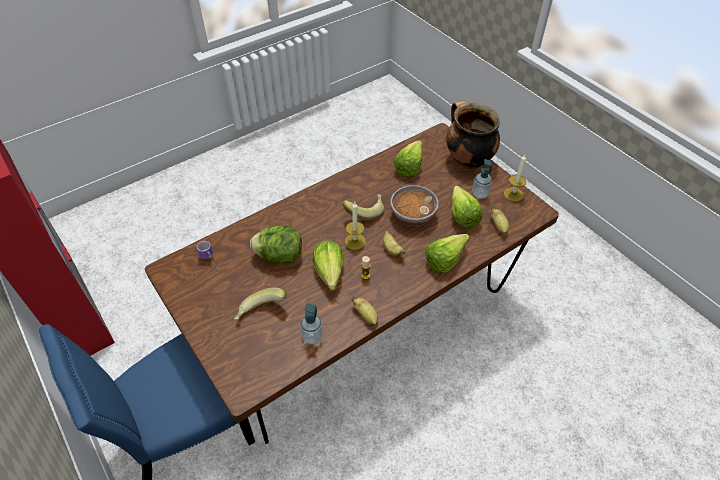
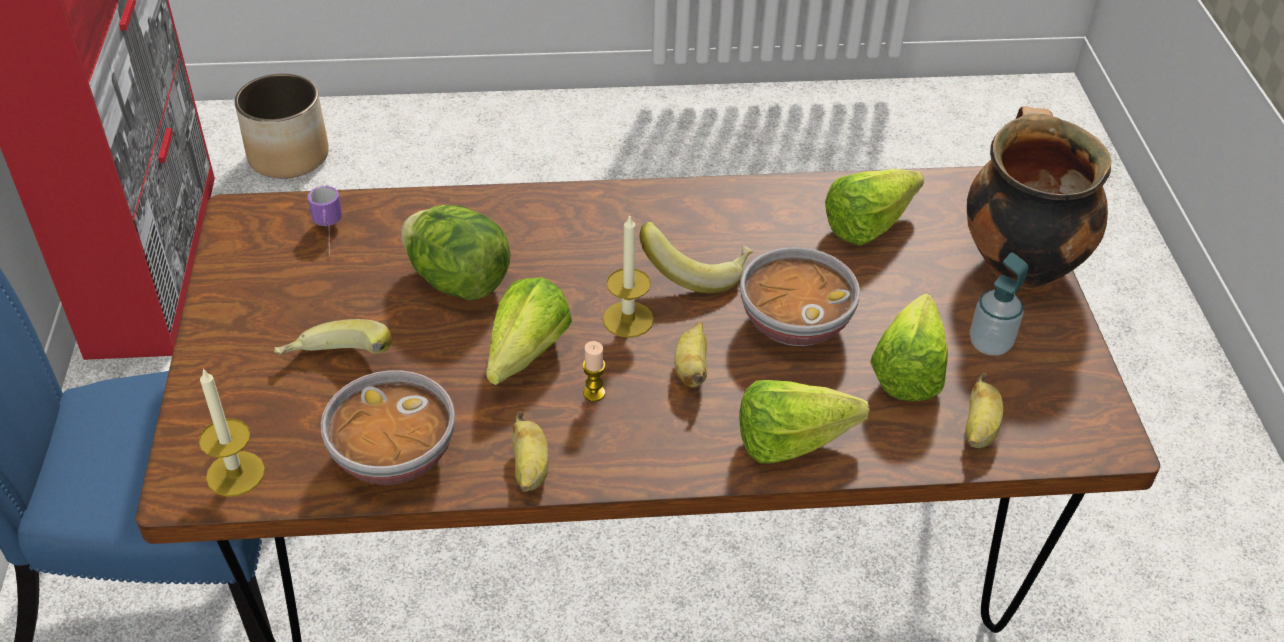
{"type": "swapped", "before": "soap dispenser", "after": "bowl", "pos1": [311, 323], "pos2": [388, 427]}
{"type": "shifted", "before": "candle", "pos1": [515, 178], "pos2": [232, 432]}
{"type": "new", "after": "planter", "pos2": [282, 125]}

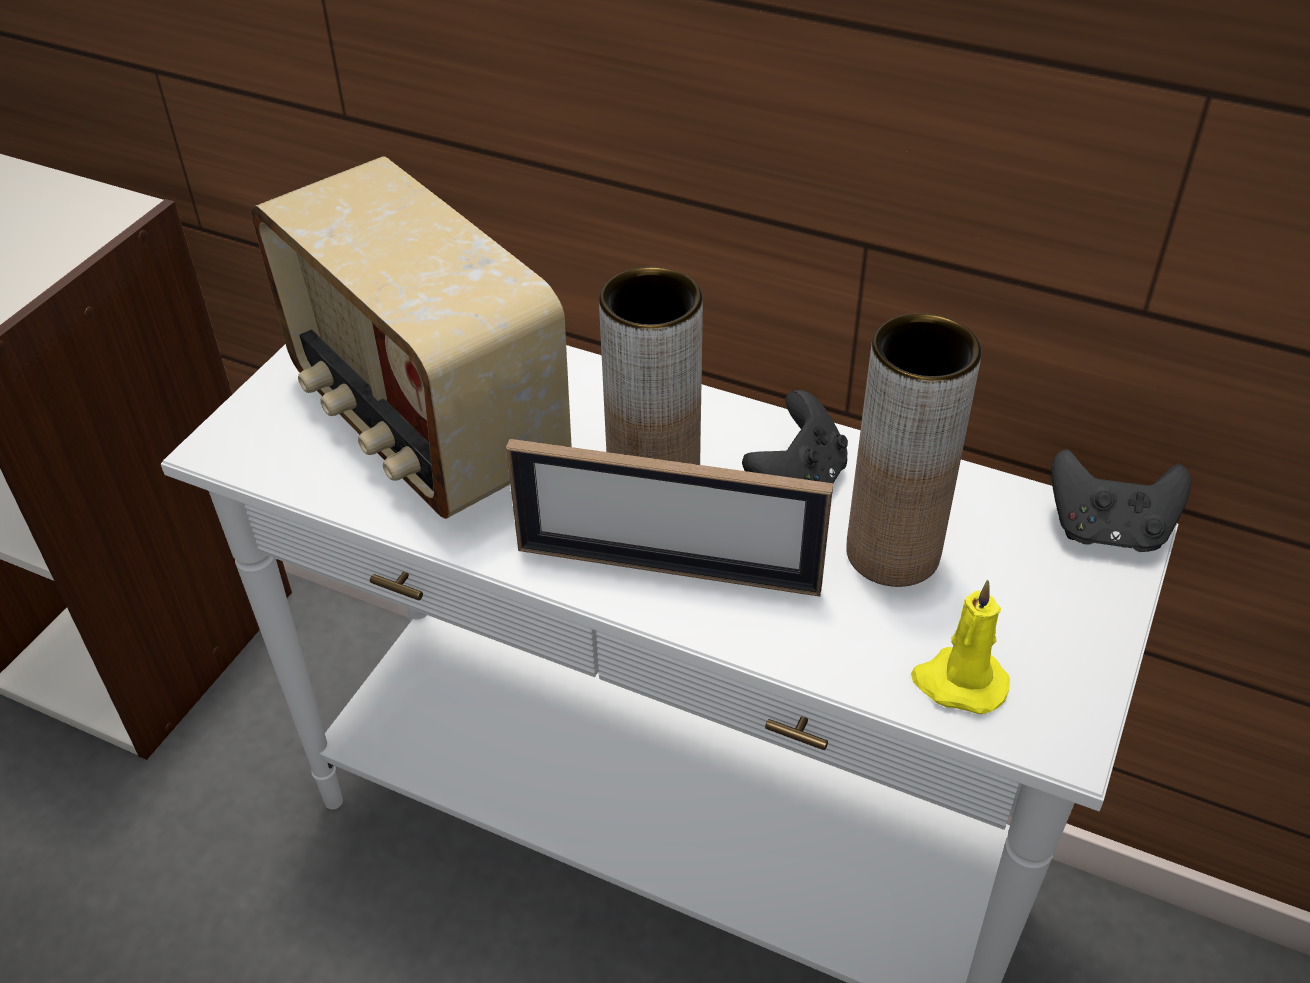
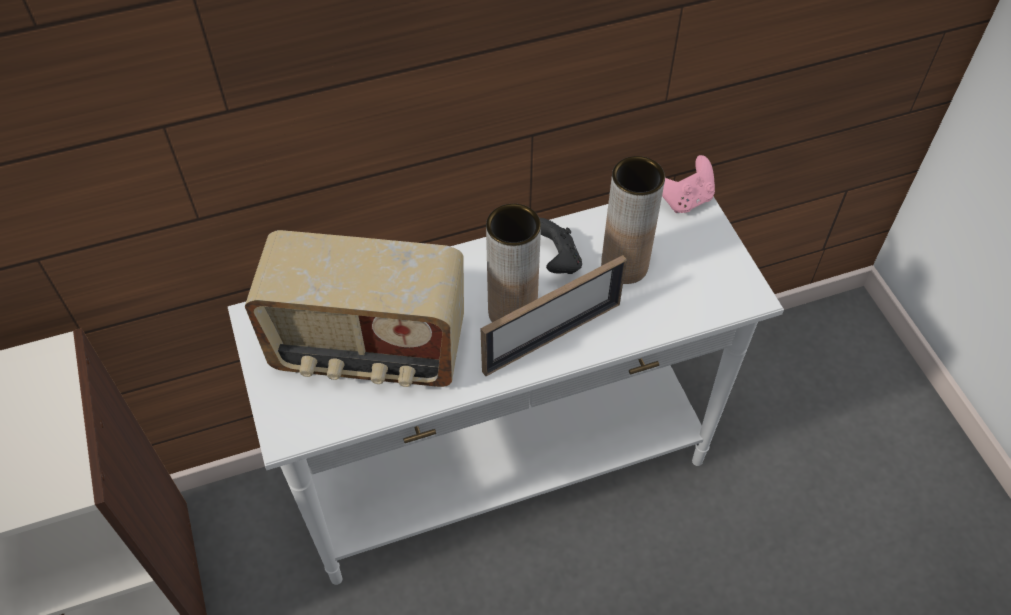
{"type": "gone", "before": "candle (yellow)", "pos1": [960, 647]}
{"type": "repainted", "before": "game controller (black)", "after": "game controller (pink)", "pos1": [1121, 500], "pos2": [688, 184]}

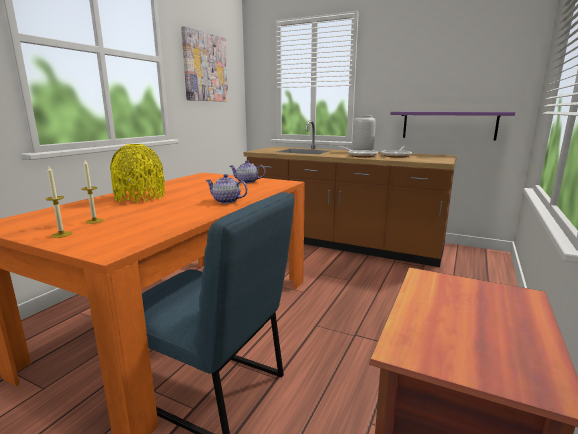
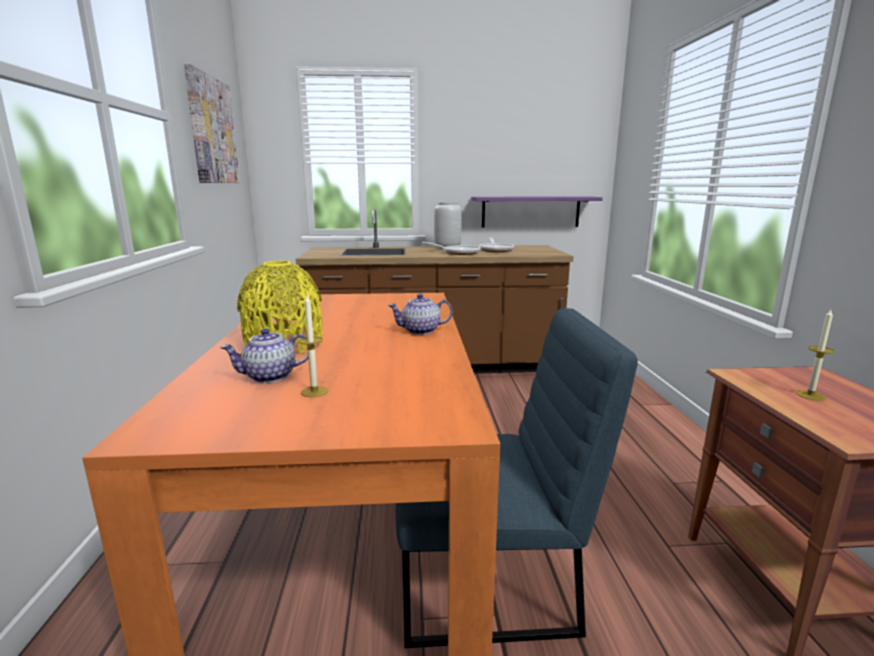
{"type": "shifted", "before": "candle", "pos1": [58, 202], "pos2": [815, 355]}
{"type": "shifted", "before": "teapot", "pos1": [248, 171], "pos2": [264, 355]}

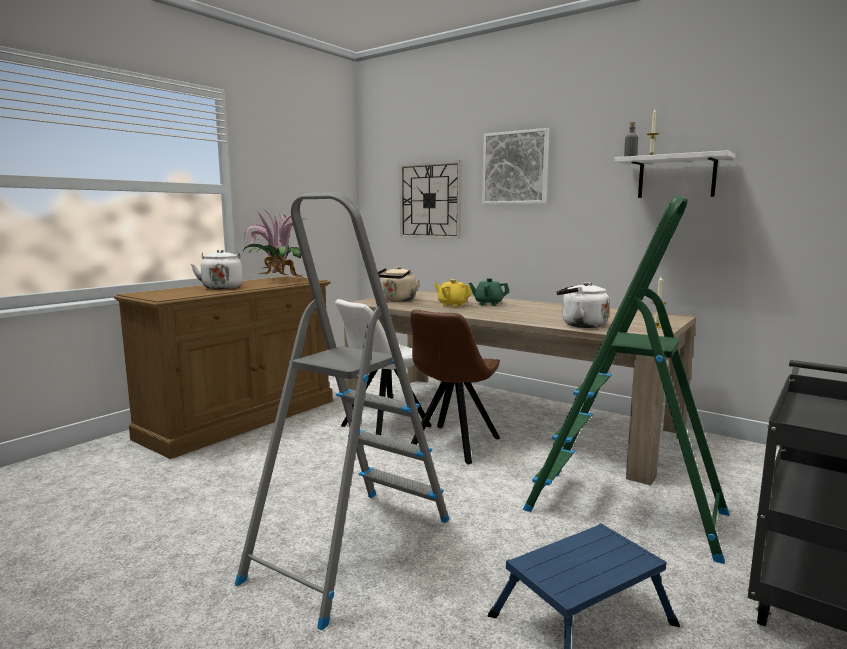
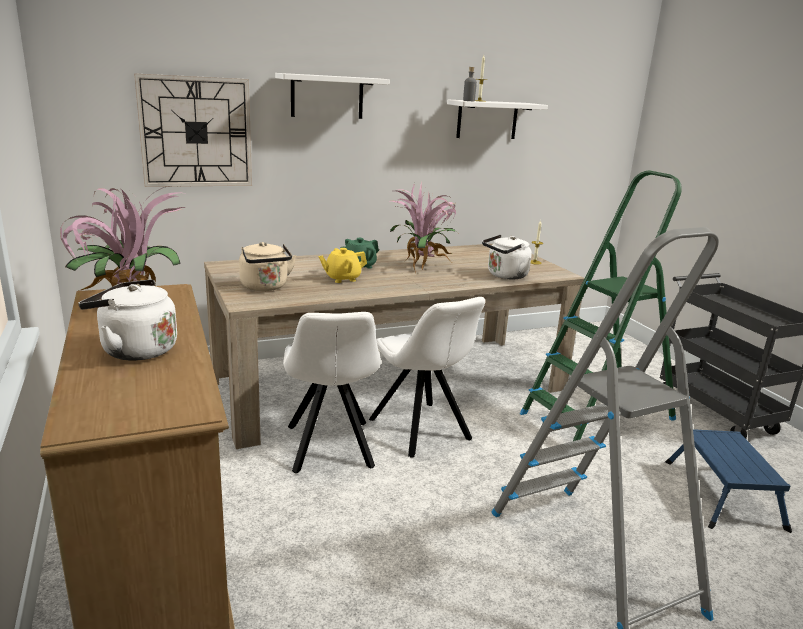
{"type": "repainted", "before": "chair (brown)", "after": "chair (white)", "pos1": [455, 387], "pos2": [427, 377]}
{"type": "swapped", "before": "picture", "after": "shelf (white)", "pos1": [515, 166], "pos2": [332, 96]}
{"type": "new", "after": "potted plant", "pos2": [423, 227]}

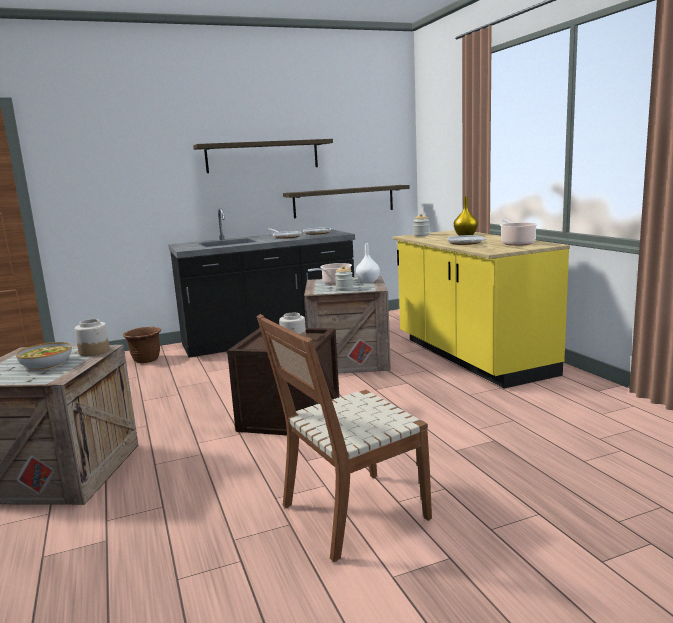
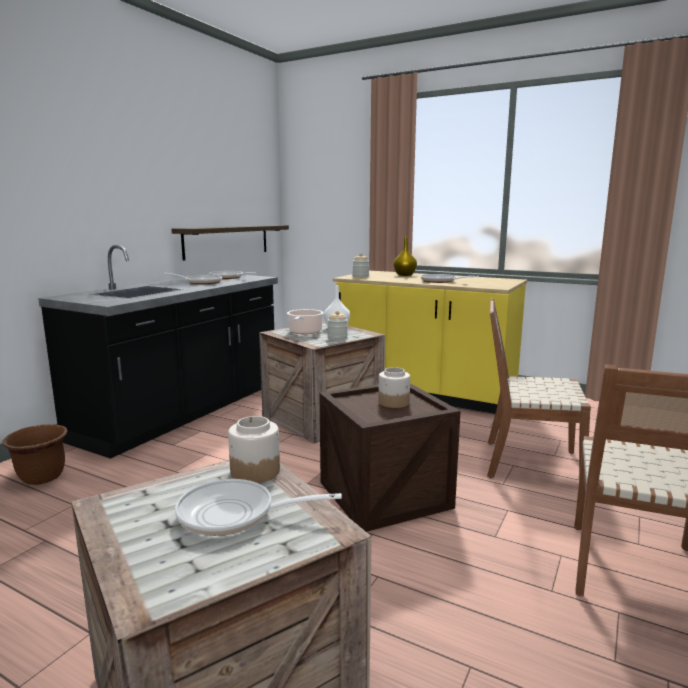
{"type": "swapped", "before": "bowl", "after": "frying pan", "pos1": [44, 356], "pos2": [258, 507]}
{"type": "gone", "before": "shelf", "pos1": [263, 156]}
{"type": "gone", "before": "cooking pot", "pos1": [519, 232]}
{"type": "new", "after": "chair", "pos2": [539, 388]}

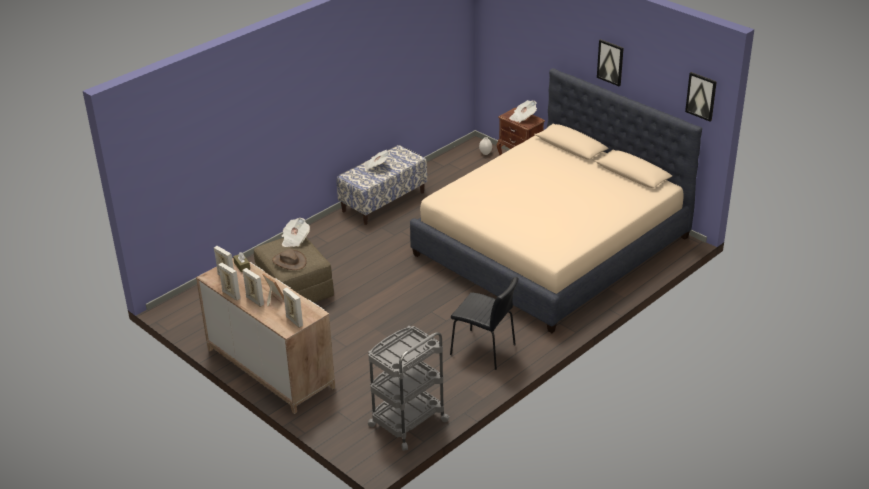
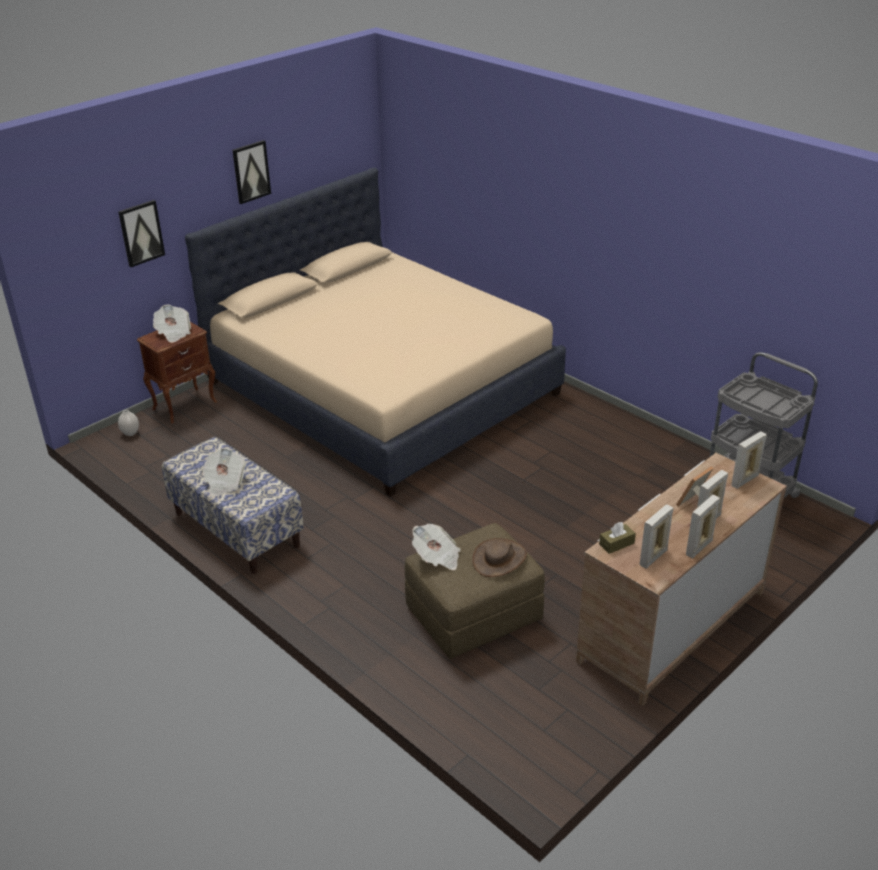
{"type": "gone", "before": "chair (black)", "pos1": [484, 323]}
{"type": "shifted", "before": "picture", "pos1": [701, 97], "pos2": [142, 233]}

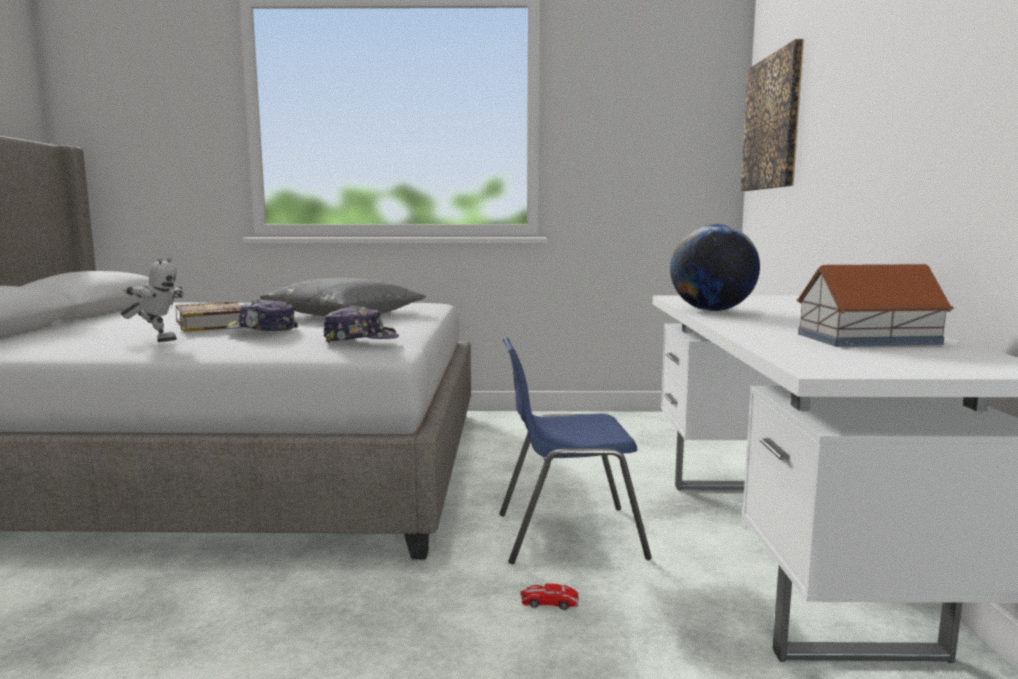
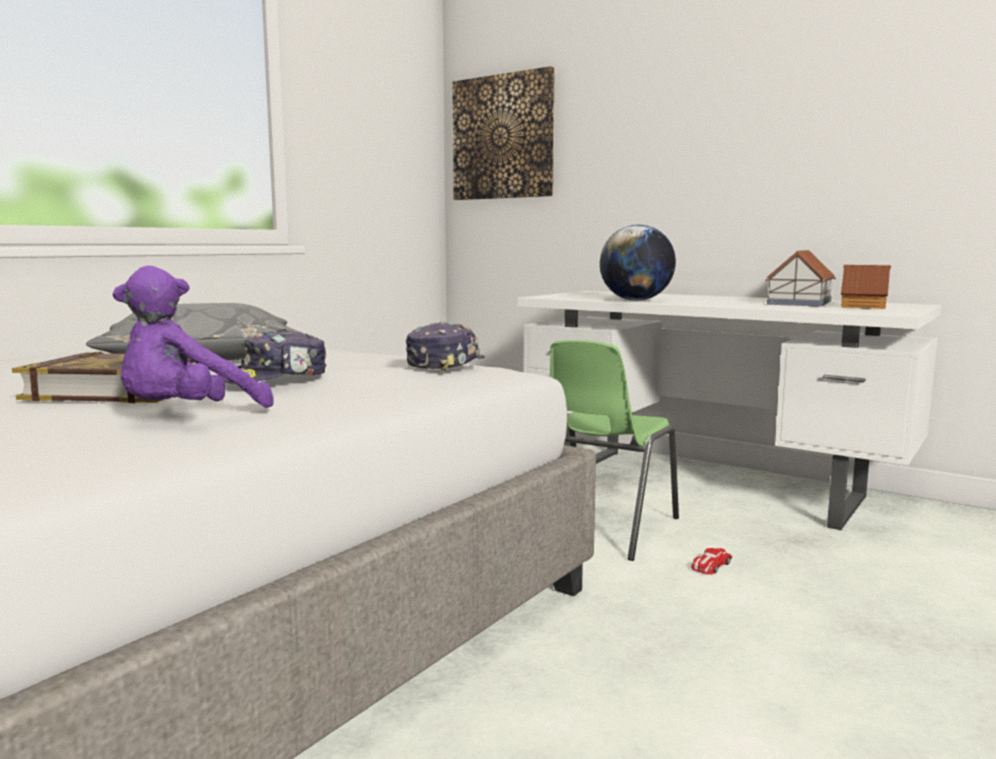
{"type": "swapped", "before": "toy robot", "after": "plush toy (purple)", "pos1": [152, 299], "pos2": [193, 337]}
{"type": "repainted", "before": "chair (blue)", "after": "chair (green)", "pos1": [575, 450], "pos2": [614, 450]}
{"type": "new", "after": "toy house", "pos2": [866, 287]}

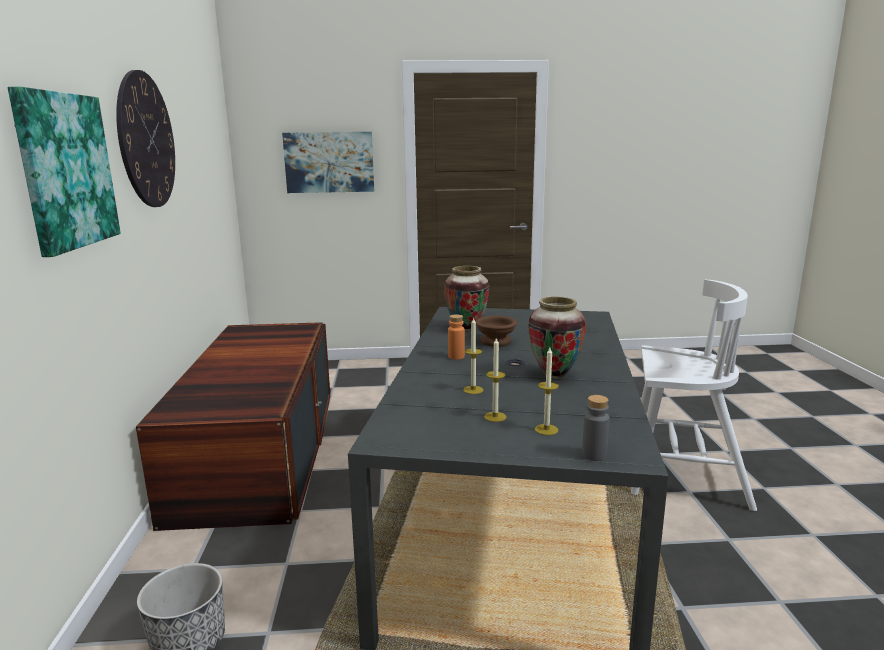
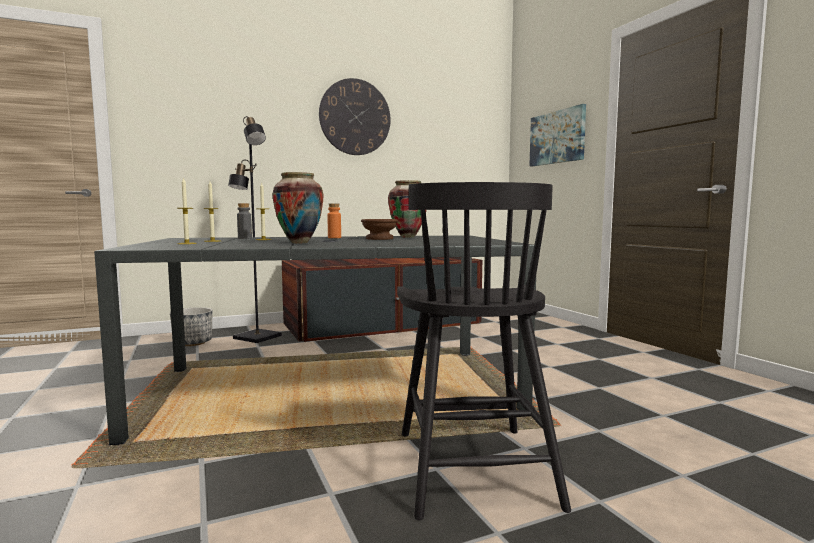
{"type": "gone", "before": "picture", "pos1": [64, 172]}
{"type": "shifted", "before": "bottle (grey)", "pos1": [596, 428], "pos2": [244, 221]}
{"type": "repainted", "before": "chair (white)", "after": "chair (black)", "pos1": [694, 395], "pos2": [484, 351]}
{"type": "new", "after": "floor lamp (black)", "pos2": [255, 229]}

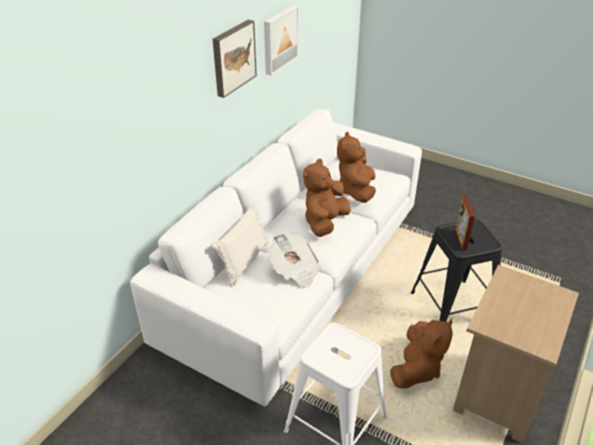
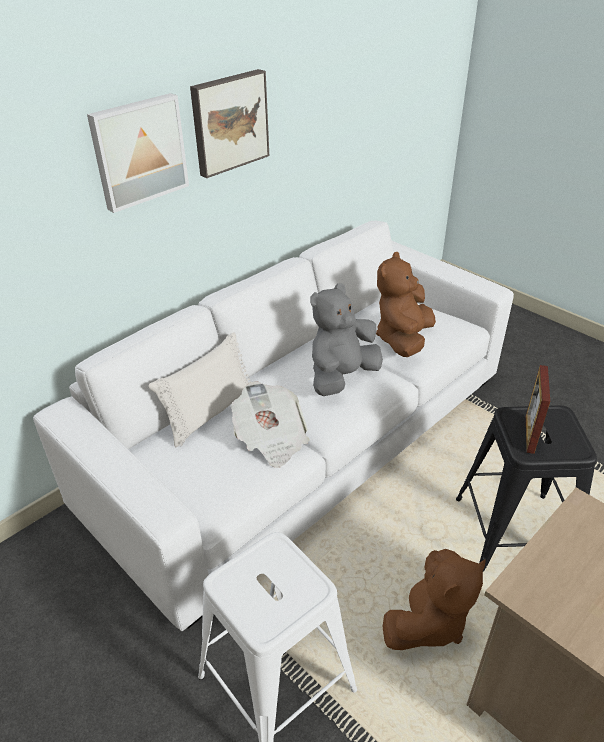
{"type": "shifted", "before": "picture", "pos1": [281, 40], "pos2": [138, 153]}
{"type": "repainted", "before": "plush toy (brown)", "after": "plush toy (grey)", "pos1": [327, 197], "pos2": [346, 339]}

